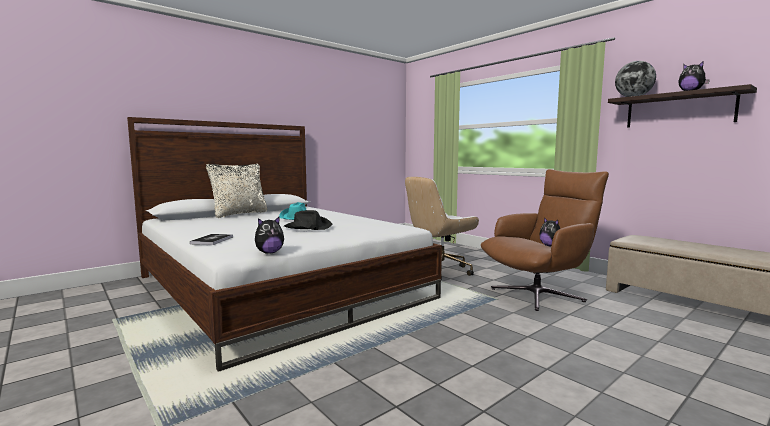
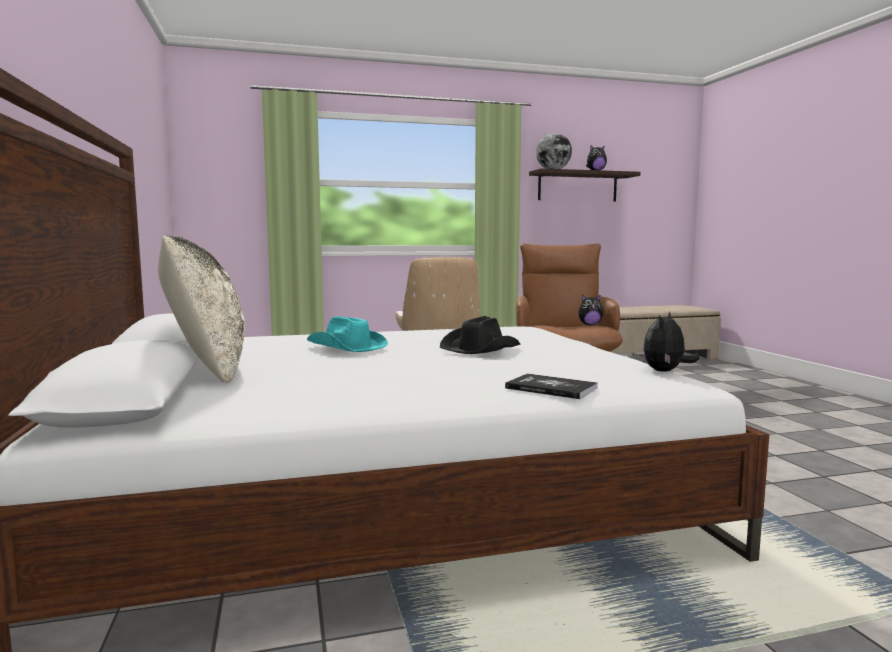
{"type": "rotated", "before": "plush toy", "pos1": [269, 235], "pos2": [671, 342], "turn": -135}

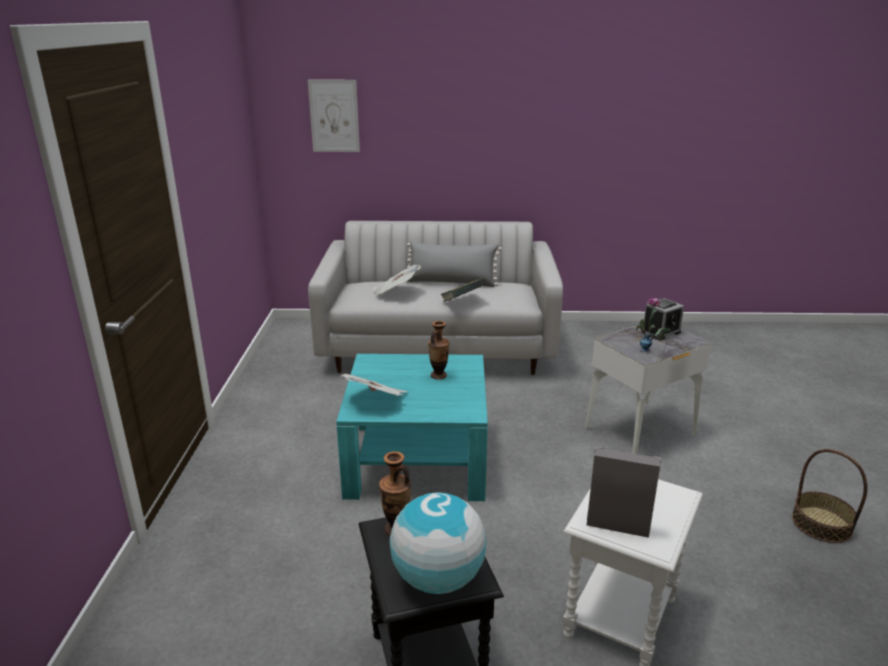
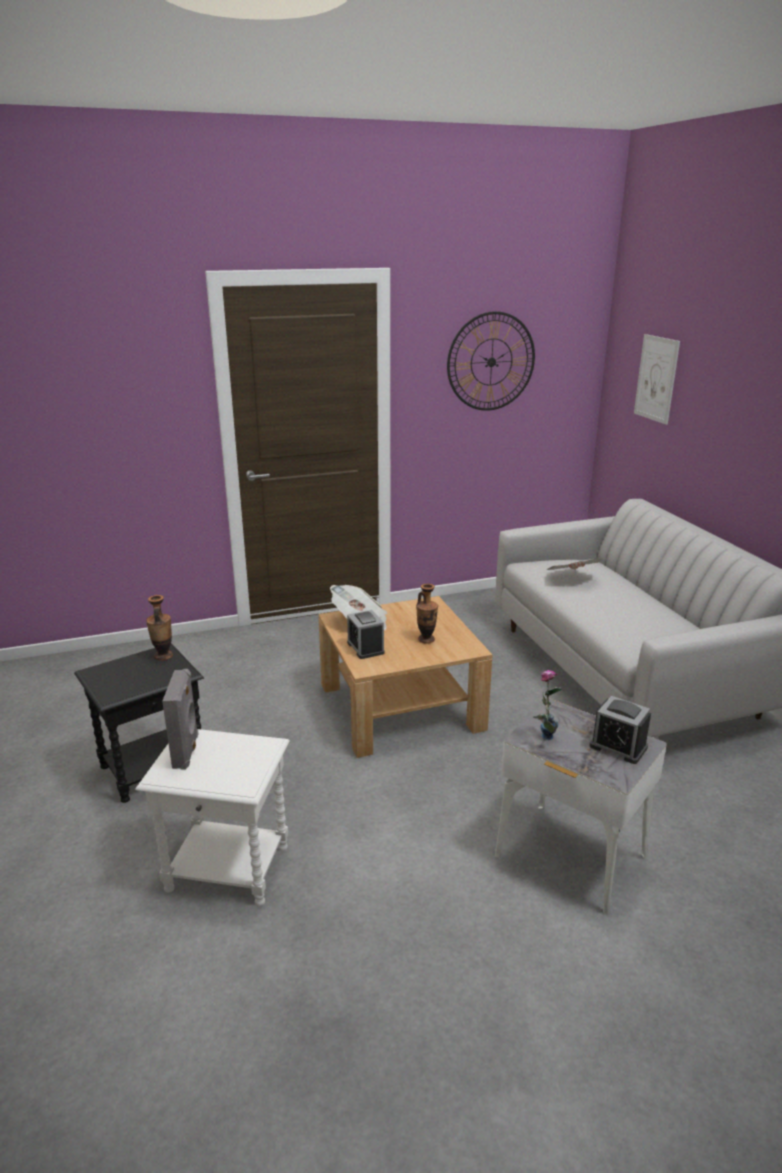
{"type": "repainted", "before": "coffee table (turquoise)", "after": "coffee table (brown)", "pos1": [412, 427], "pos2": [405, 677]}
{"type": "gone", "before": "globe", "pos1": [438, 543]}
{"type": "gone", "before": "pillow (grey)", "pos1": [454, 264]}
{"type": "gone", "before": "book", "pos1": [463, 290]}
{"type": "gone", "before": "basket", "pos1": [830, 496]}
{"type": "new", "after": "alarm clock", "pos2": [366, 634]}
{"type": "new", "after": "wall clock", "pos2": [491, 361]}

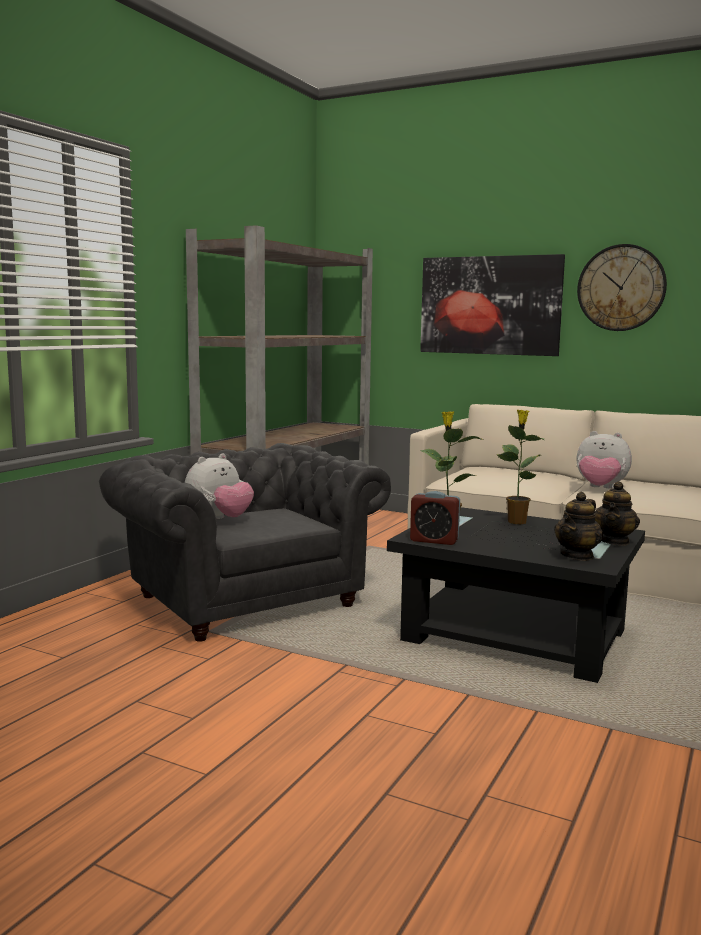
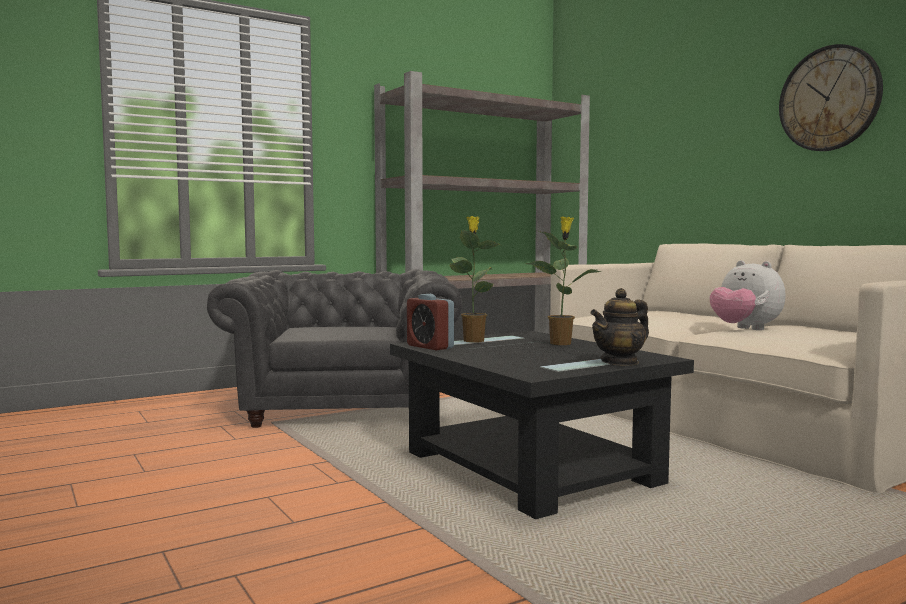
{"type": "gone", "before": "plush toy", "pos1": [219, 486]}
{"type": "gone", "before": "picture", "pos1": [492, 305]}
{"type": "gone", "before": "teapot", "pos1": [578, 526]}

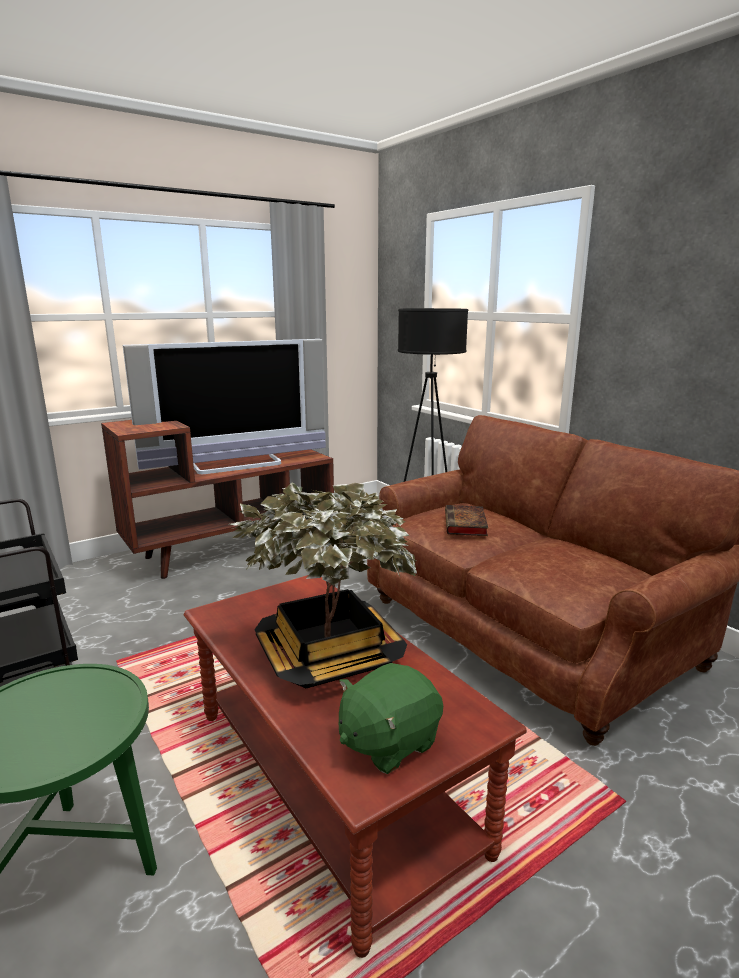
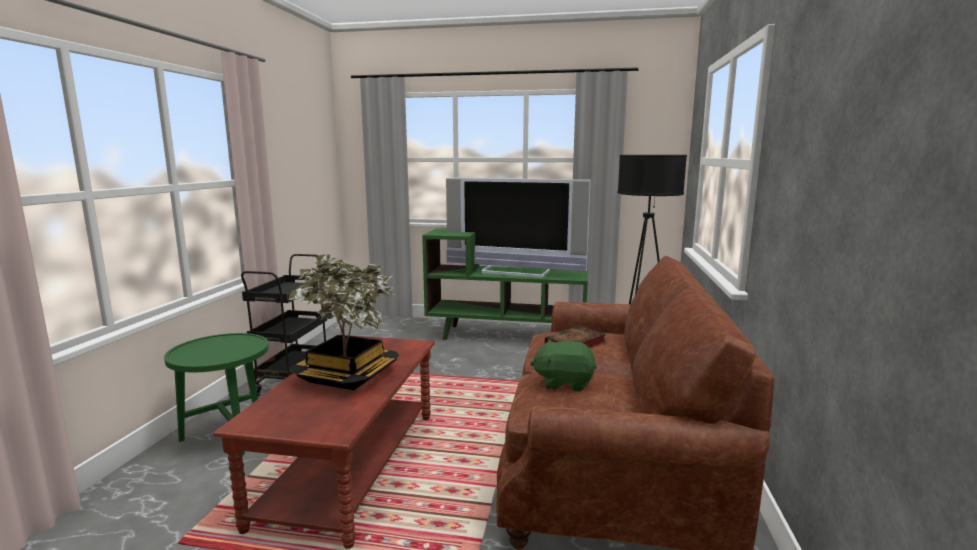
{"type": "repainted", "before": "tv stand (brown)", "after": "tv stand (green)", "pos1": [217, 499], "pos2": [505, 284]}
{"type": "shifted", "before": "plush toy (green)", "pos1": [391, 718], "pos2": [563, 365]}

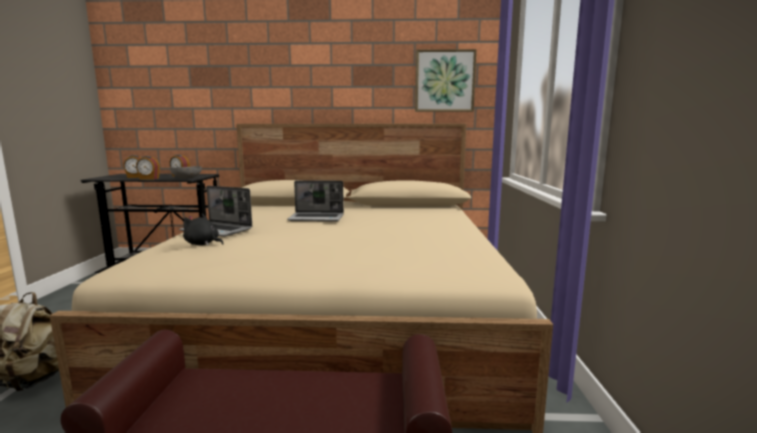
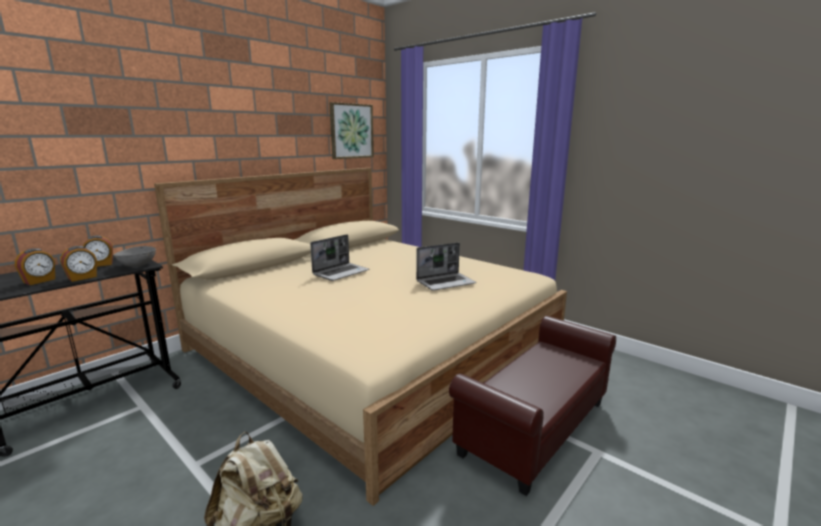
{"type": "shifted", "before": "laptop", "pos1": [215, 211], "pos2": [446, 267]}
{"type": "gone", "before": "plush toy (black)", "pos1": [203, 229]}

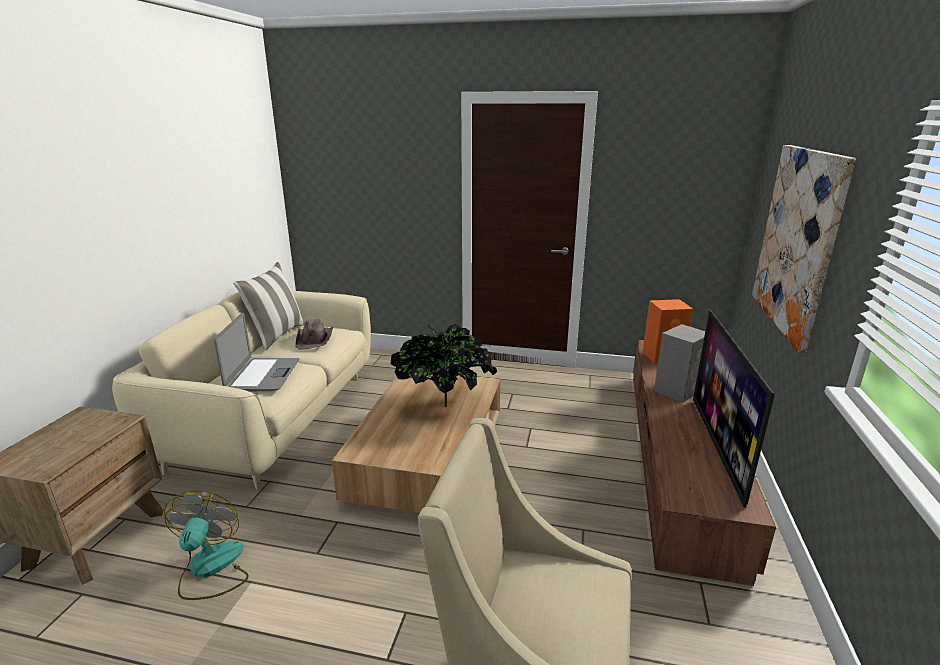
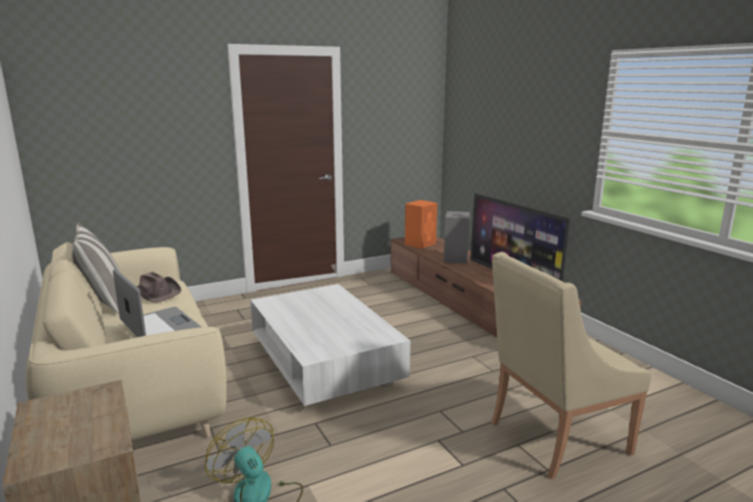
{"type": "repainted", "before": "coffee table (brown)", "after": "coffee table (white)", "pos1": [416, 444], "pos2": [330, 345]}
{"type": "gone", "before": "potted plant", "pos1": [443, 365]}
{"type": "gone", "before": "picture", "pos1": [804, 249]}

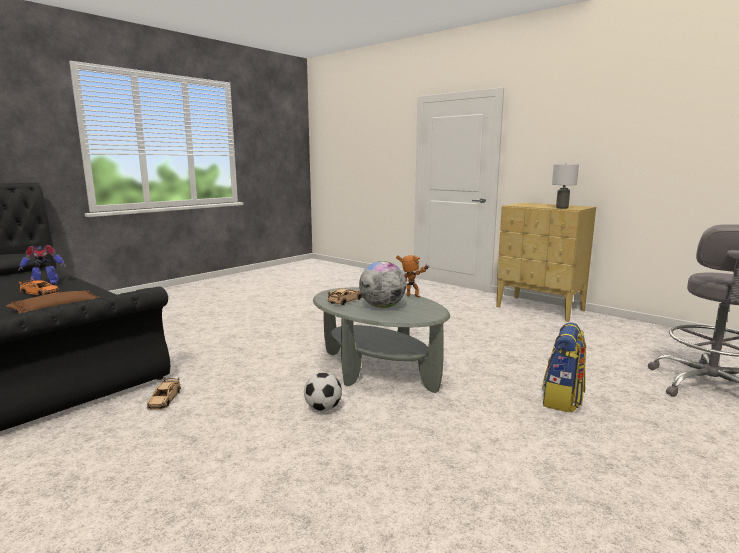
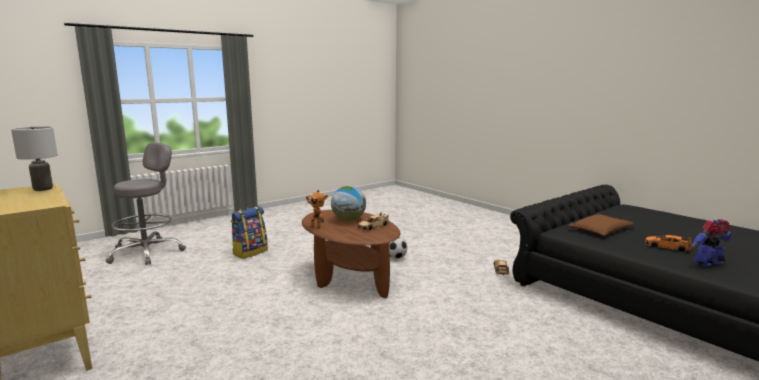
{"type": "repainted", "before": "coffee table (grey)", "after": "coffee table (brown)", "pos1": [381, 340], "pos2": [351, 254]}

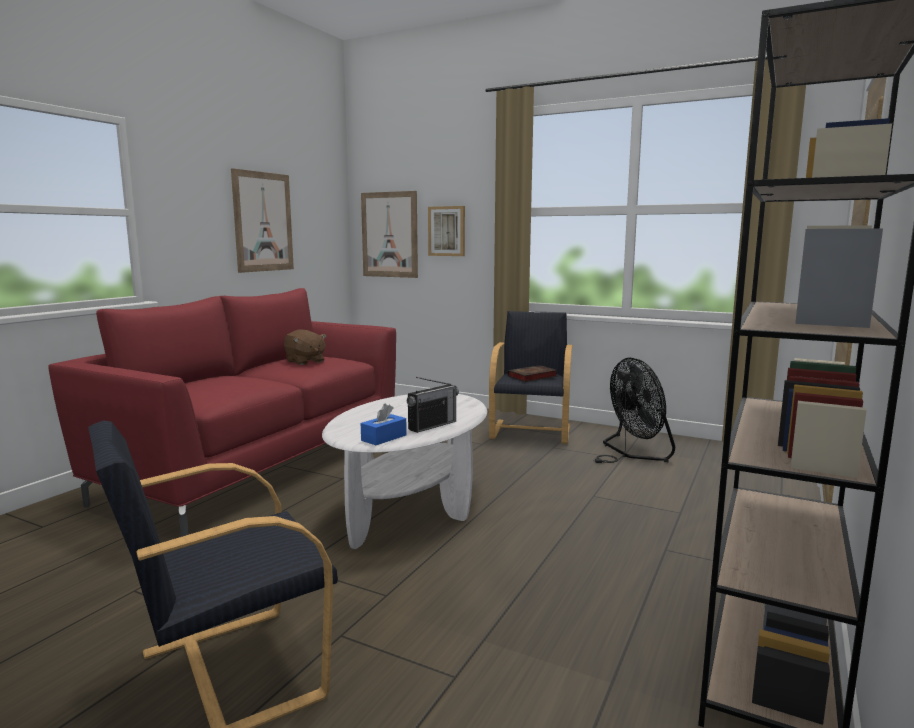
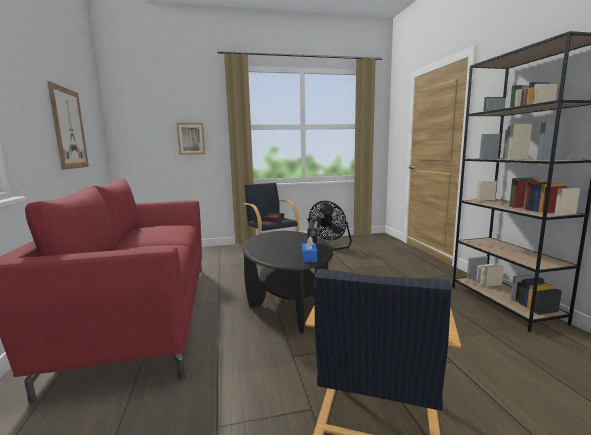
{"type": "gone", "before": "plush toy (brown)", "pos1": [305, 347]}
{"type": "repainted", "before": "coffee table (white)", "after": "coffee table (black)", "pos1": [404, 471], "pos2": [288, 282]}
{"type": "gone", "before": "picture", "pos1": [389, 234]}

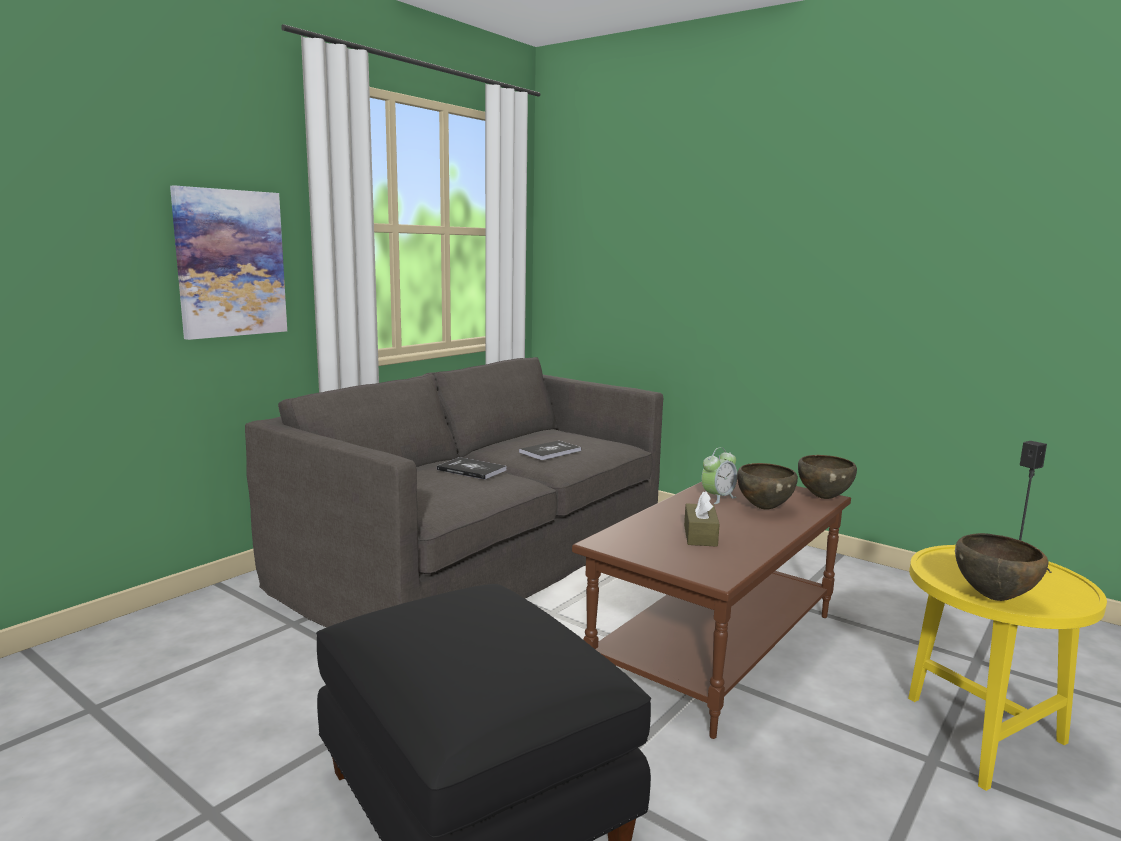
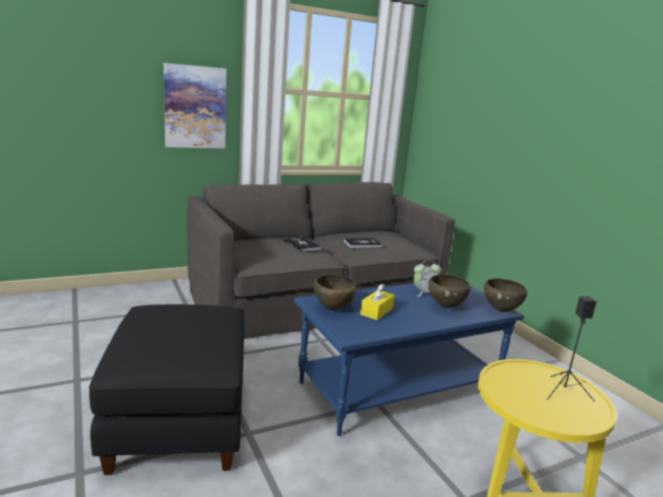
{"type": "repainted", "before": "coffee table (brown)", "after": "coffee table (blue)", "pos1": [711, 609], "pos2": [409, 359]}
{"type": "repainted", "before": "tissue box (brown)", "after": "tissue box (yellow)", "pos1": [702, 519], "pos2": [377, 301]}
{"type": "shifted", "before": "bowl (brown)", "pos1": [1001, 567], "pos2": [335, 293]}

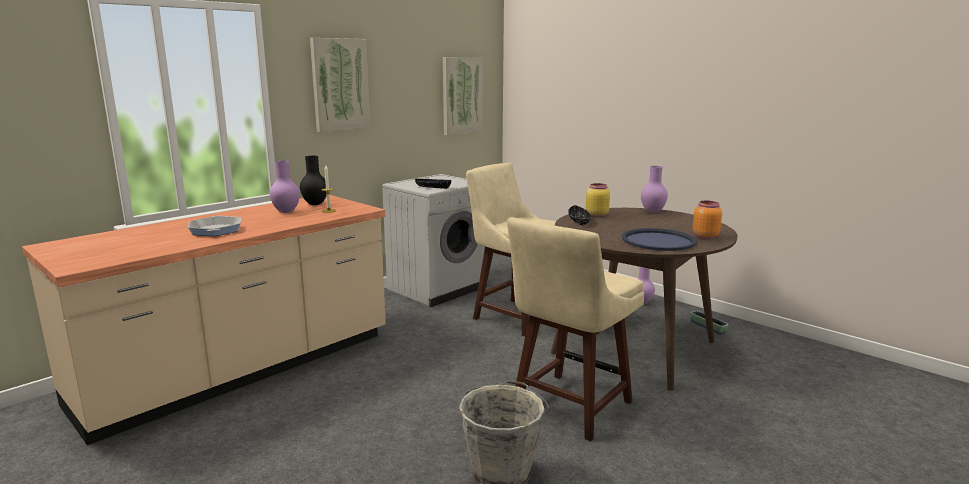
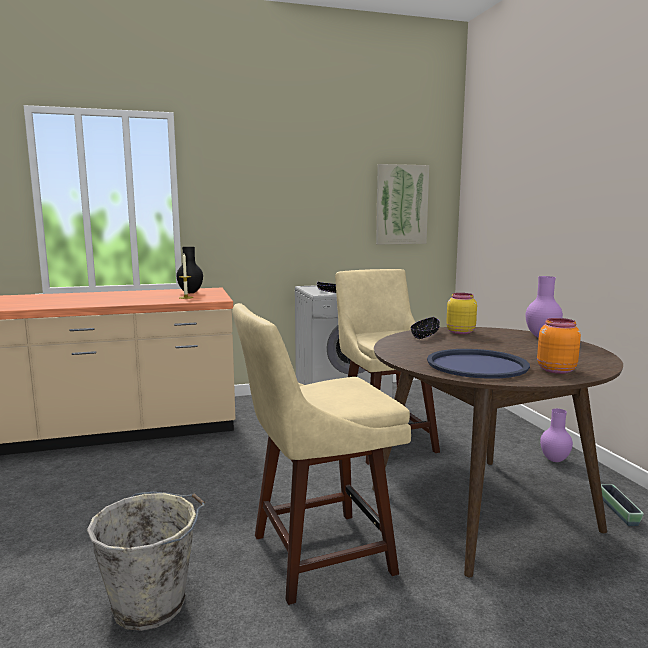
{"type": "gone", "before": "frying pan", "pos1": [215, 225]}
{"type": "gone", "before": "vase (purple)", "pos1": [285, 187]}
{"type": "gone", "before": "picture", "pos1": [340, 85]}

